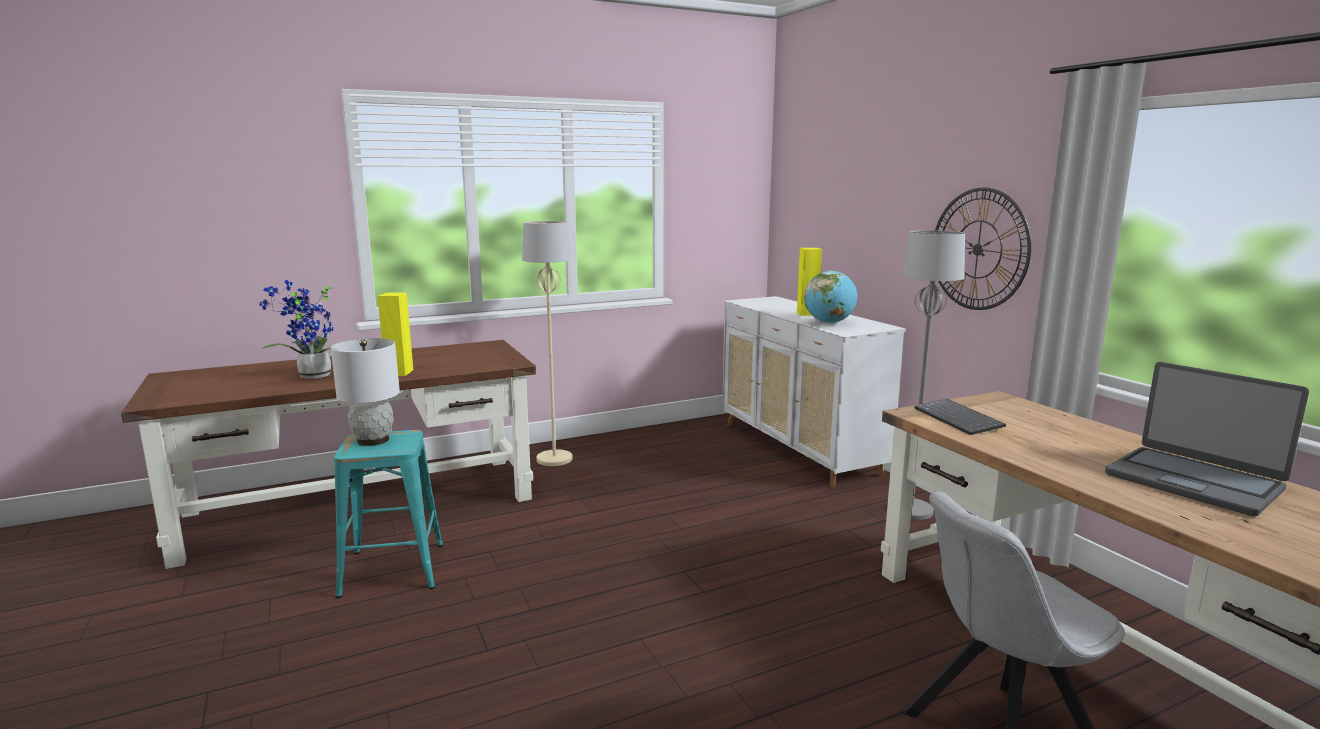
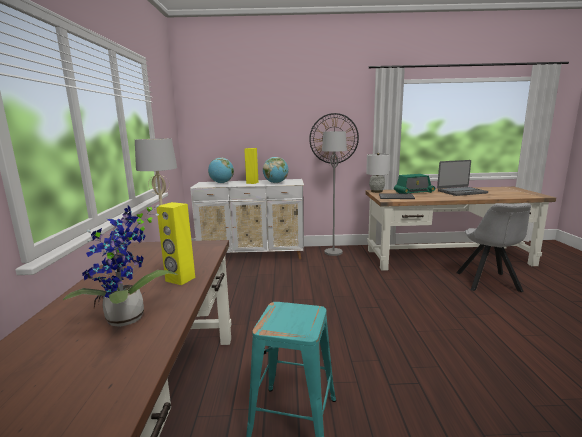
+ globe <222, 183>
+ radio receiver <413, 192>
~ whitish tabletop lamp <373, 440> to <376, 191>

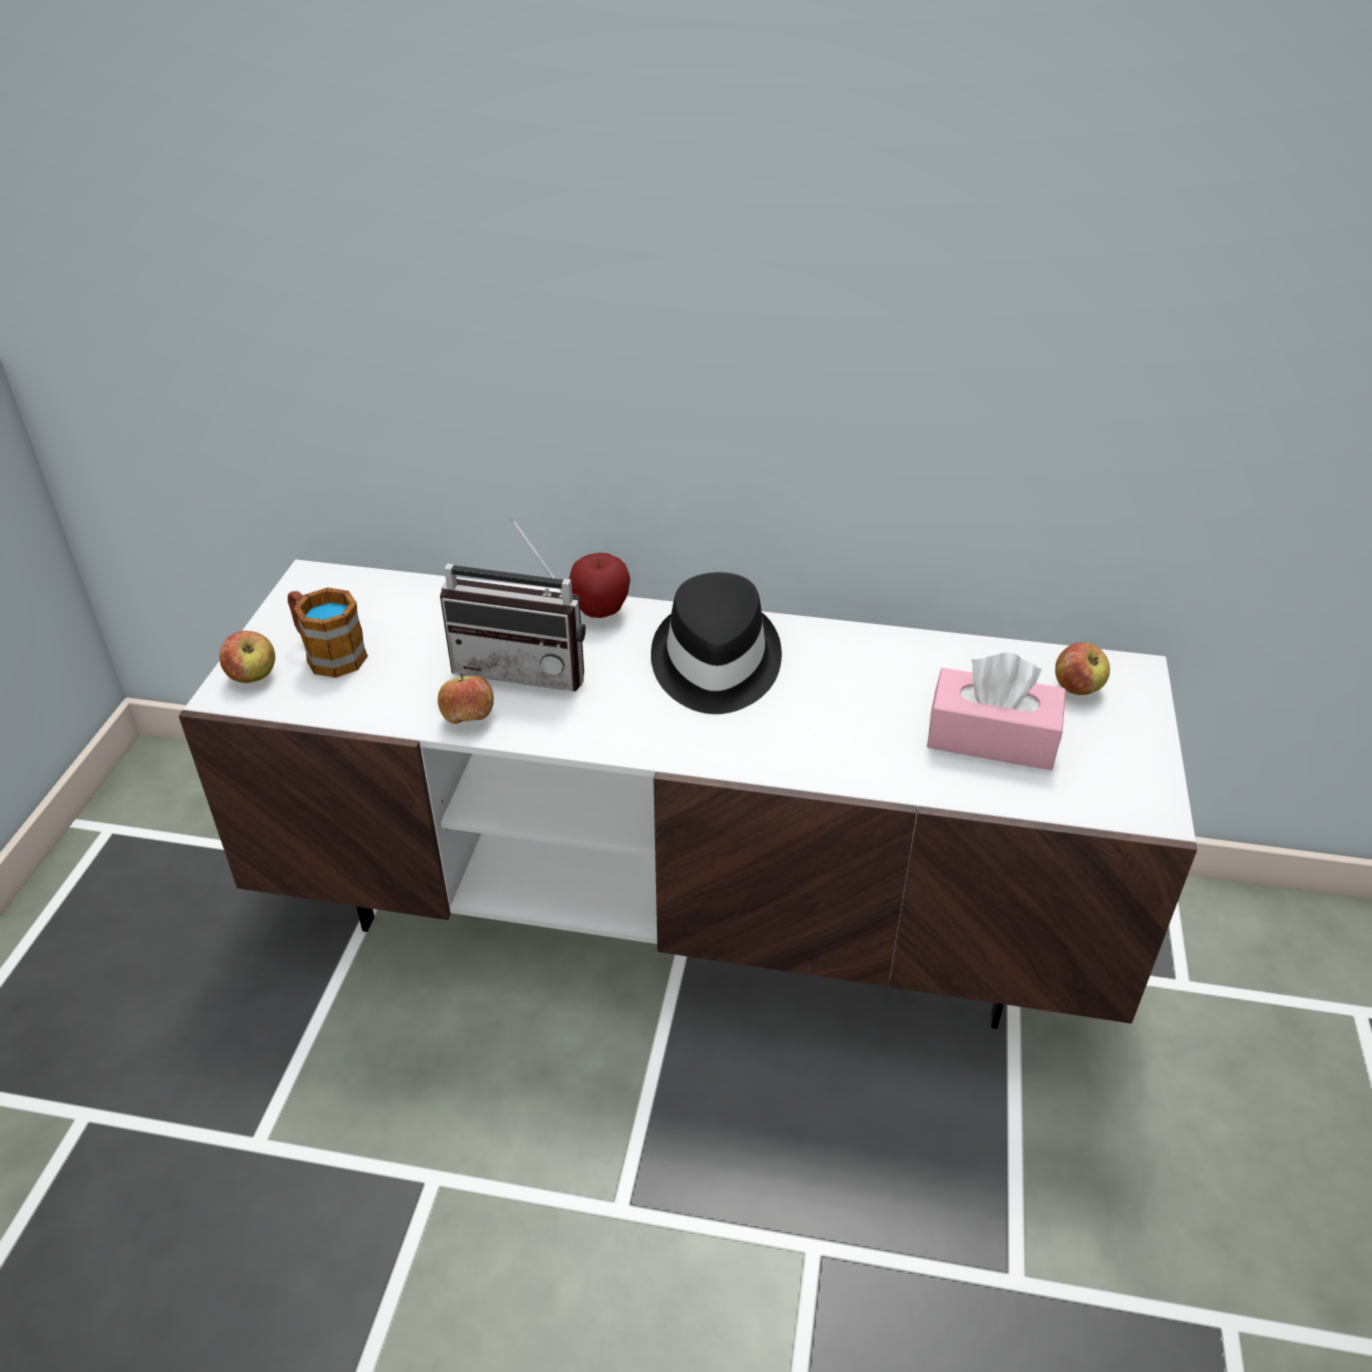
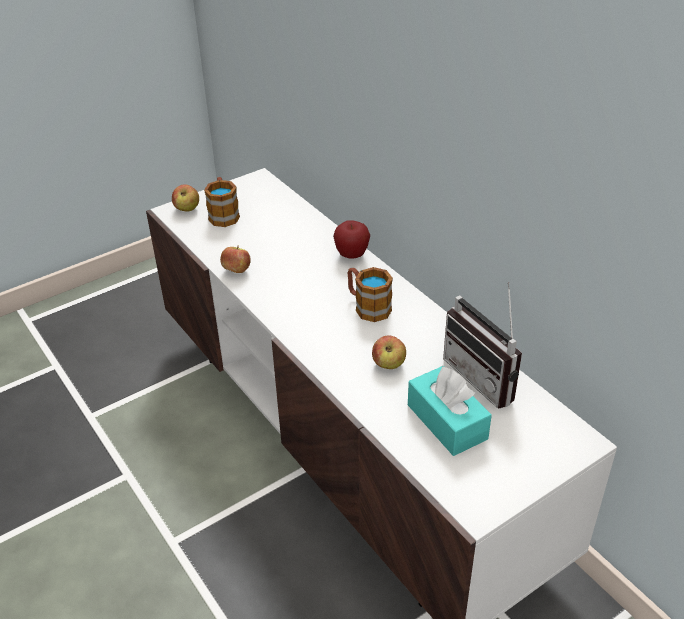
~ radio receiver <525, 666> to <486, 377>
~ apple fruit <1077, 688> to <388, 364>
~ black-coloured hat <714, 663> to tea mug <367, 306>
~ pinkish box of tissues <991, 738> to turquoise-coloured box of tissues <447, 421>

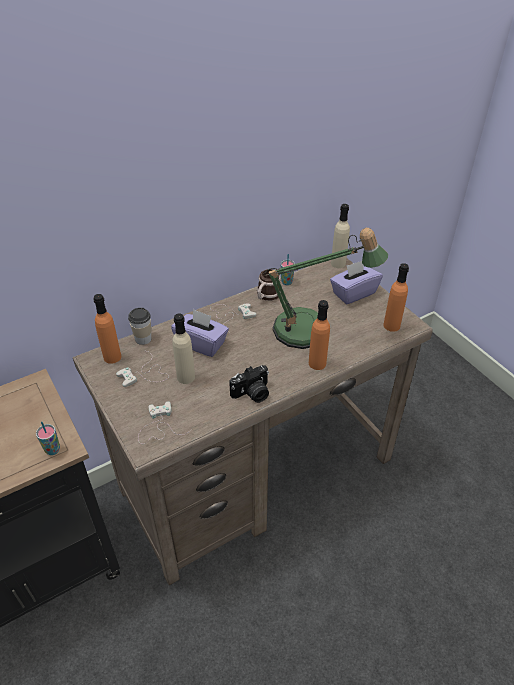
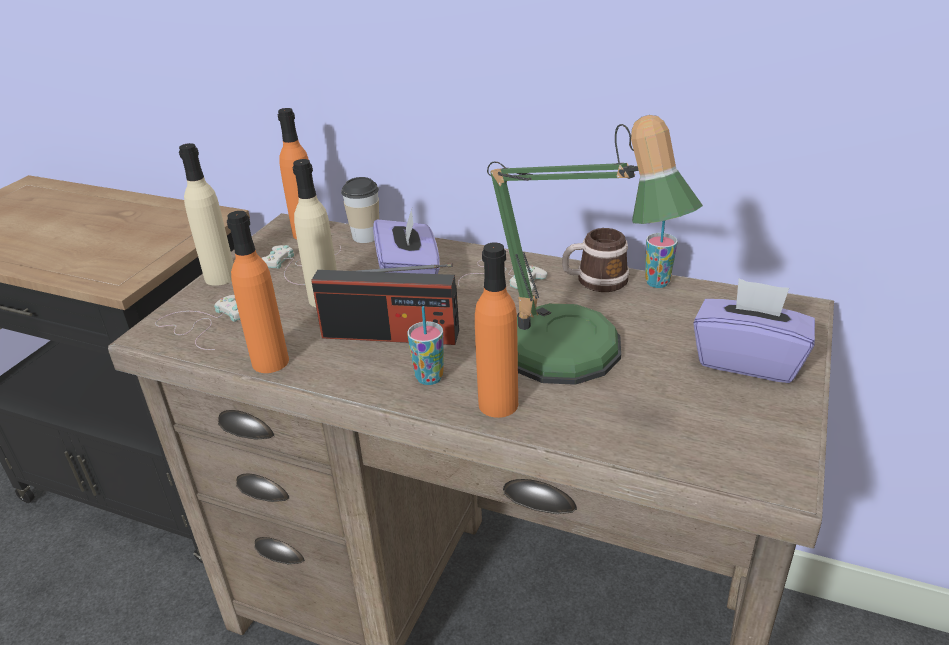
- still camera <252, 394>
+ radio receiver <391, 334>
~ drinking cup <52, 450> to <429, 378>
~ sand-coloured beverage bottle <338, 263> to <220, 277>
~ orangey beverage bottle <391, 325> to <270, 362>

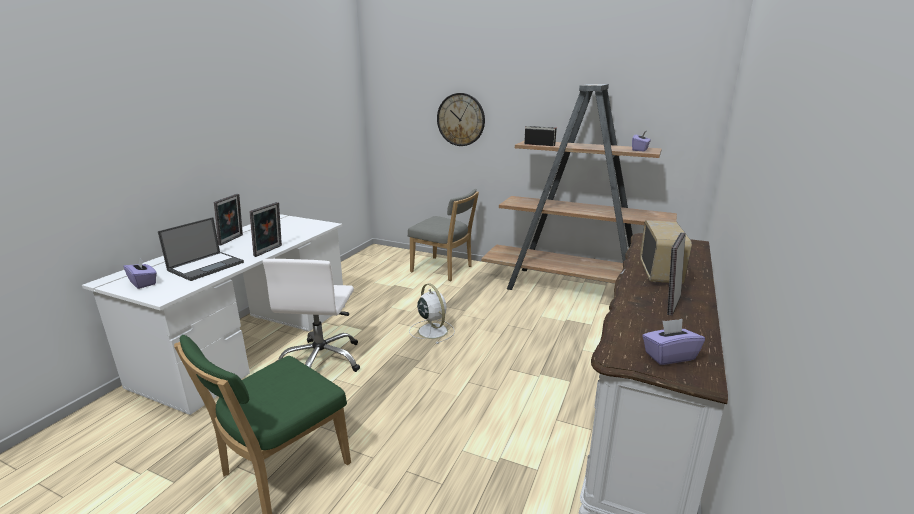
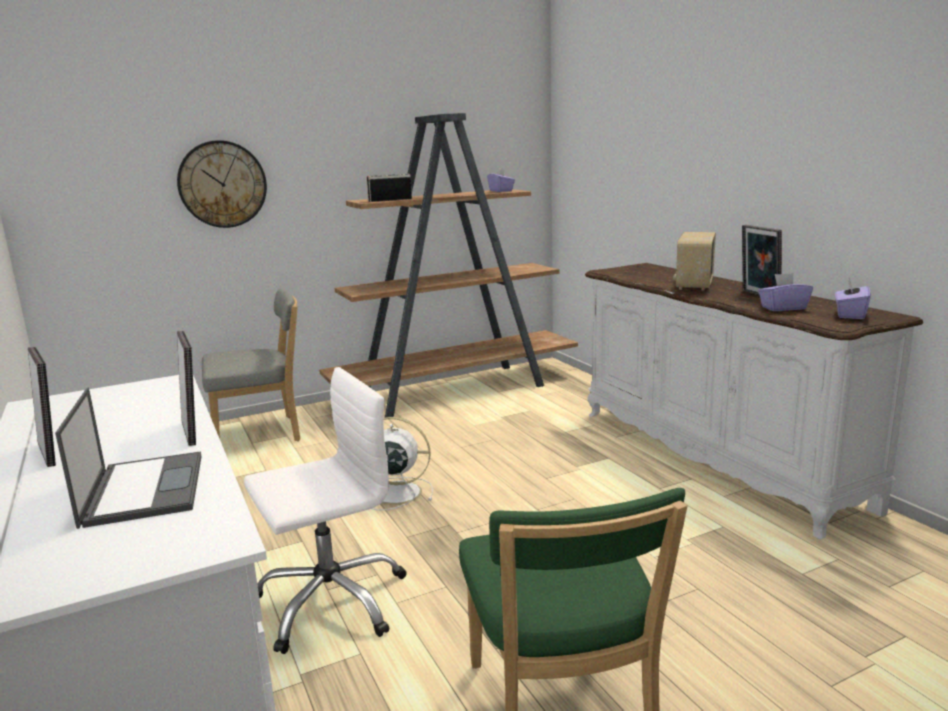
~ purple-coloured box of tissues <143, 283> to <783, 308>
~ whitish desk chair <322, 361> = <330, 601> 75 degrees counterclockwise
~ radio receiver <660, 273> = <693, 285> 120 degrees counterclockwise

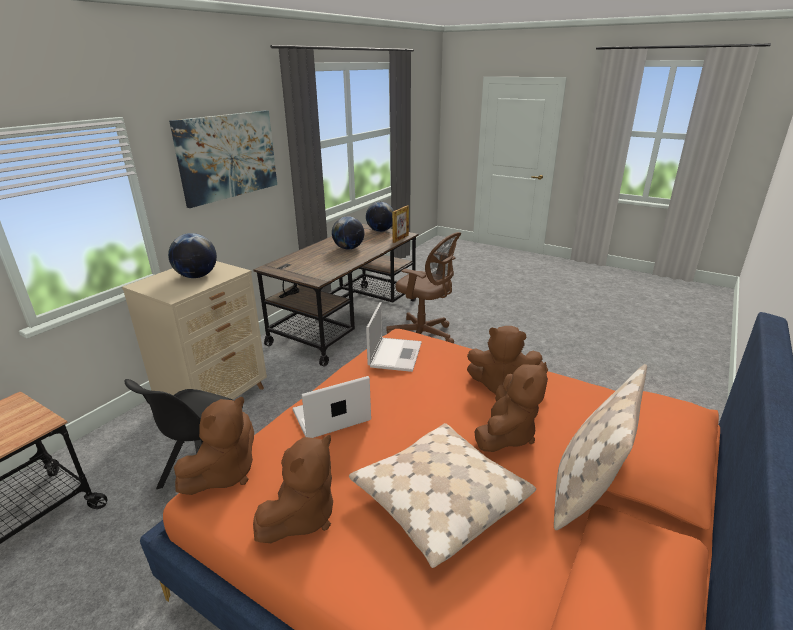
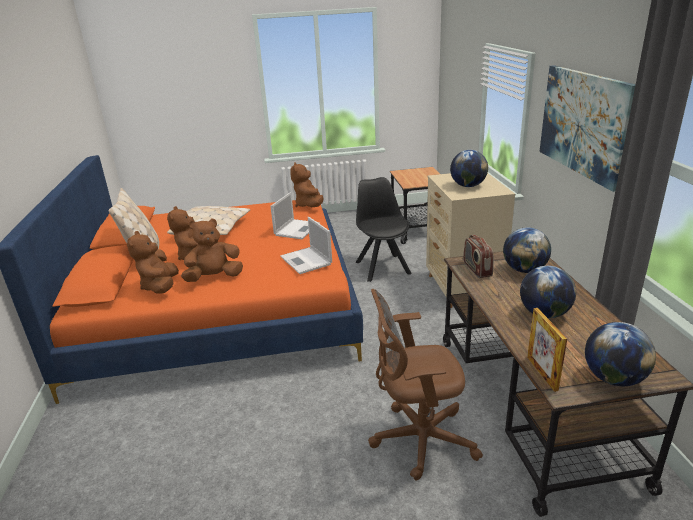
+ radio receiver <476, 269>
+ globe <524, 270>
~ brown cuddly toy <302, 516> to <160, 287>

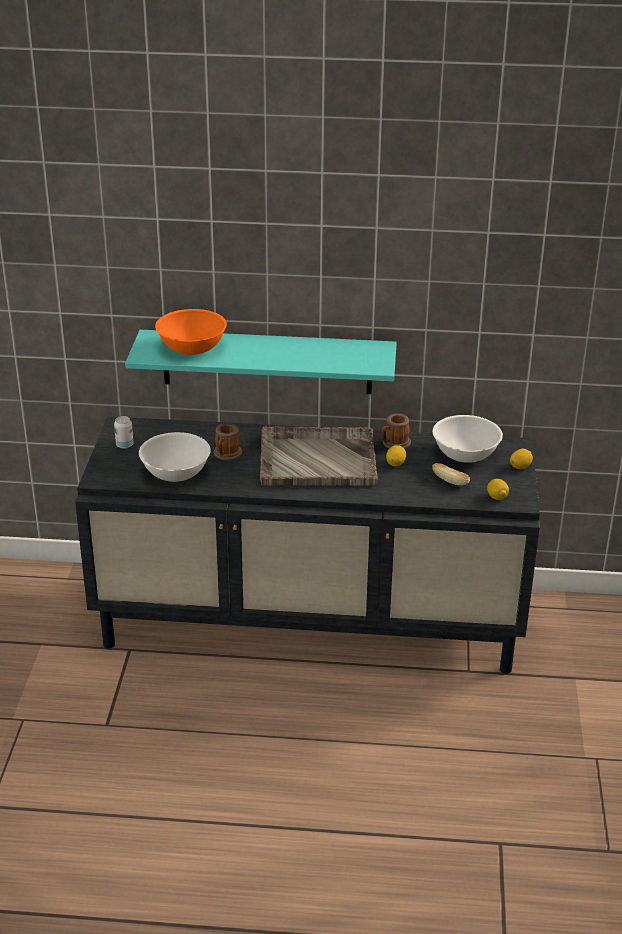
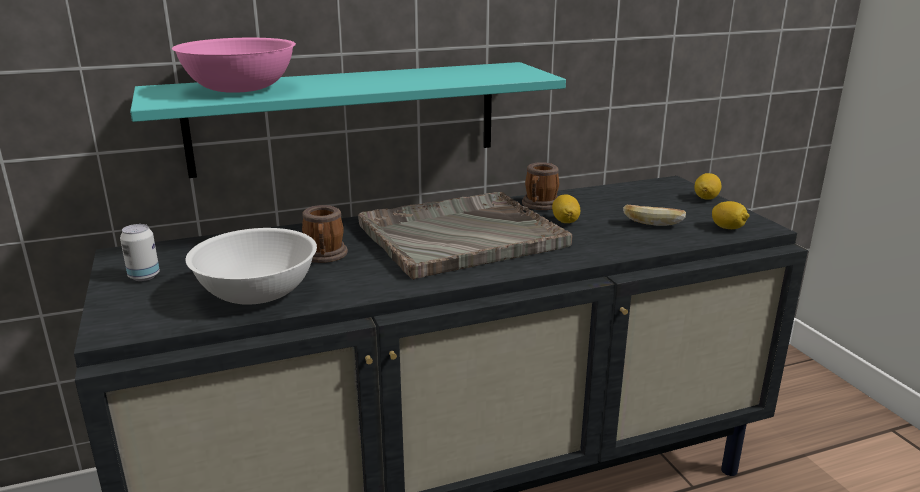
- whitish serving bowl <465, 454>
~ orangey serving bowl <192, 347> to pinkish serving bowl <239, 89>

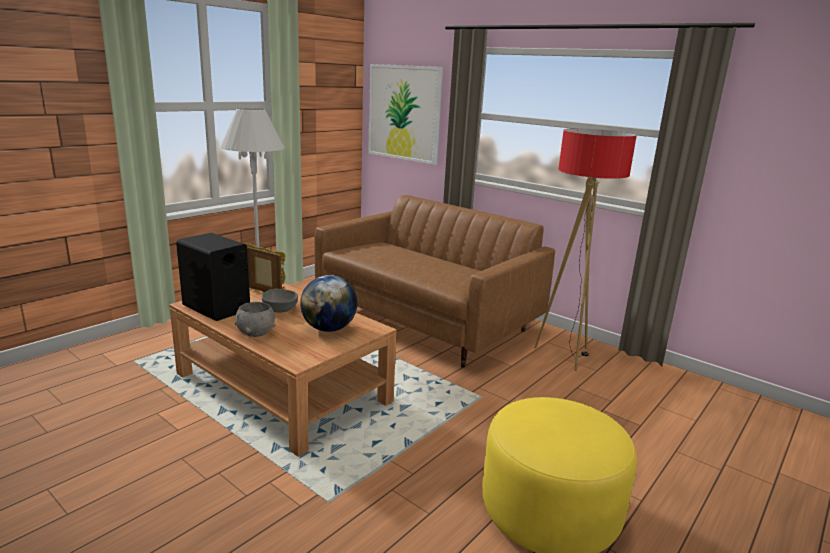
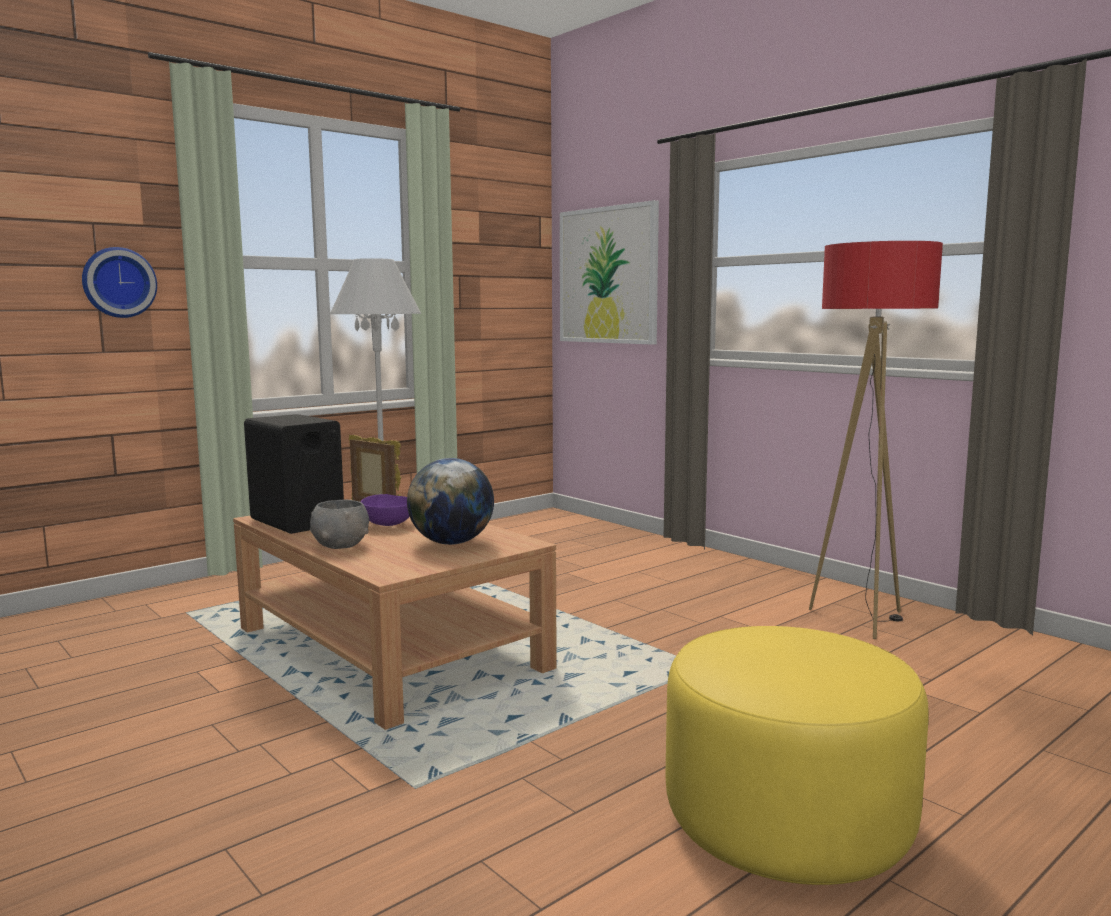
- brown couch <425, 322>
+ hanging clock <118, 282>
~ grey serving bowl <280, 310> to purple-coloured serving bowl <388, 524>

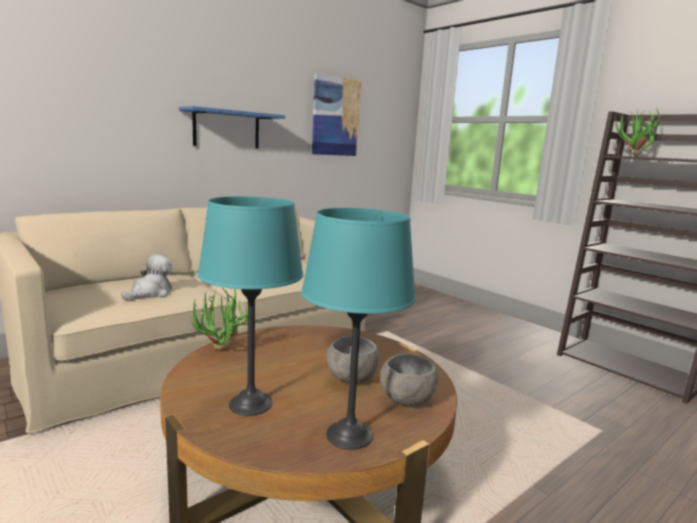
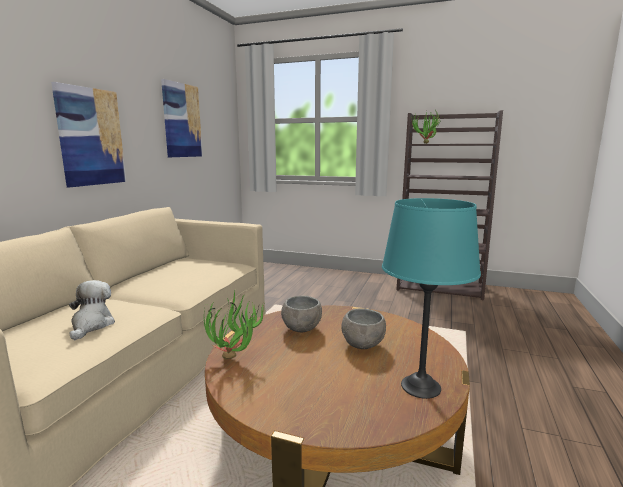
- turquoise-coloured tabletop lamp <251, 404>
~ grey serving bowl <408, 400> to <302, 329>
~ blue-coloured bracket shelf <226, 129> to picture <91, 137>

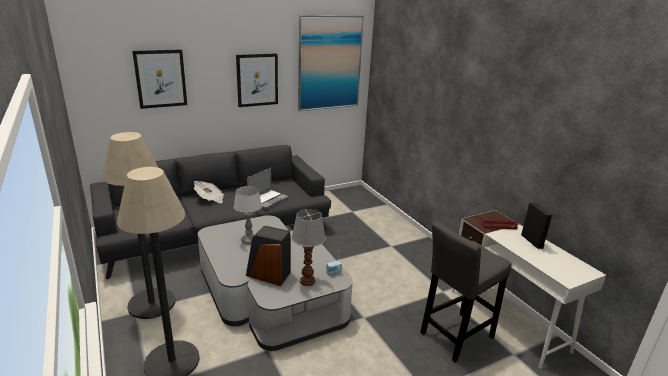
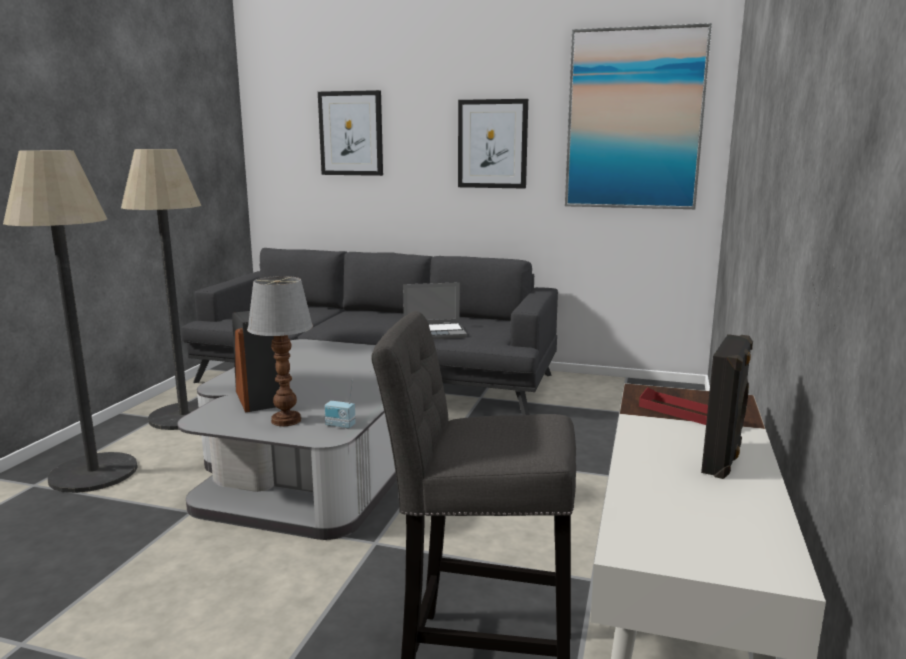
- newspaper <210, 199>
- tabletop lamp <249, 240>

